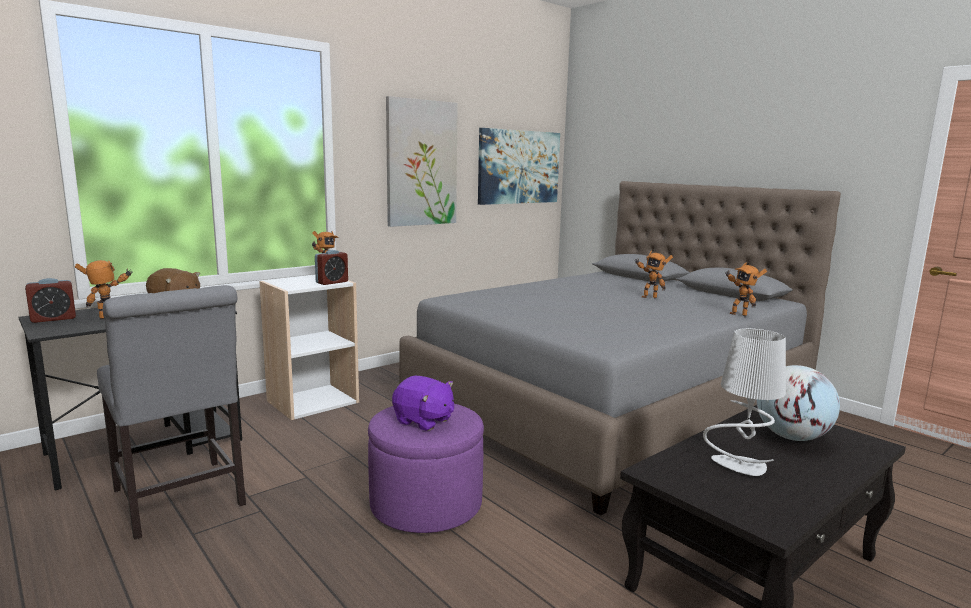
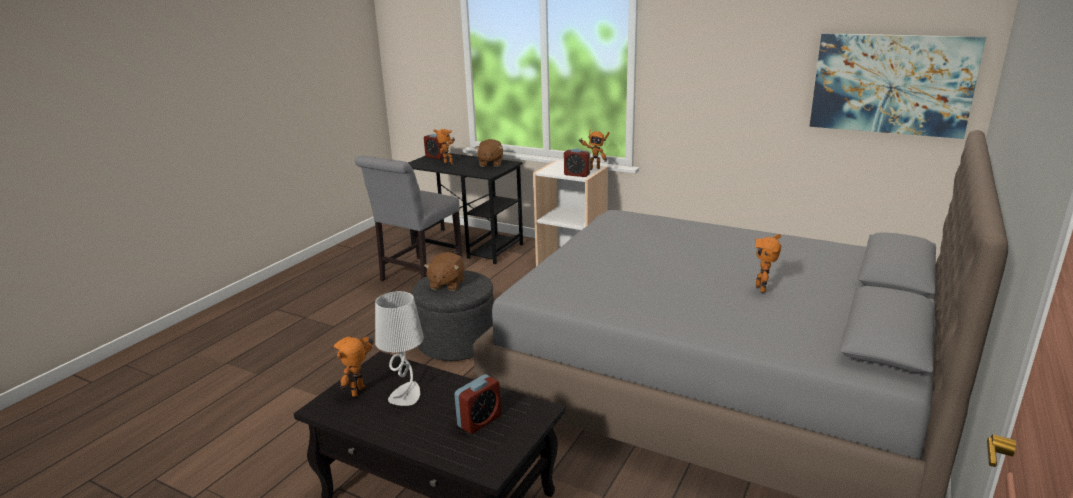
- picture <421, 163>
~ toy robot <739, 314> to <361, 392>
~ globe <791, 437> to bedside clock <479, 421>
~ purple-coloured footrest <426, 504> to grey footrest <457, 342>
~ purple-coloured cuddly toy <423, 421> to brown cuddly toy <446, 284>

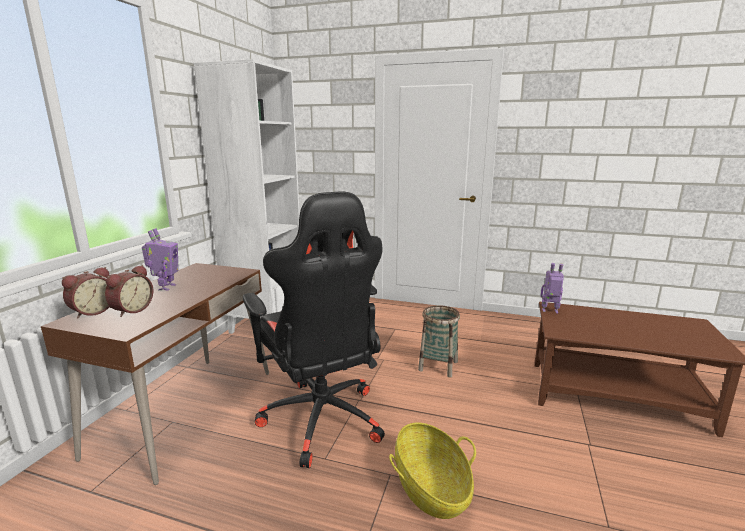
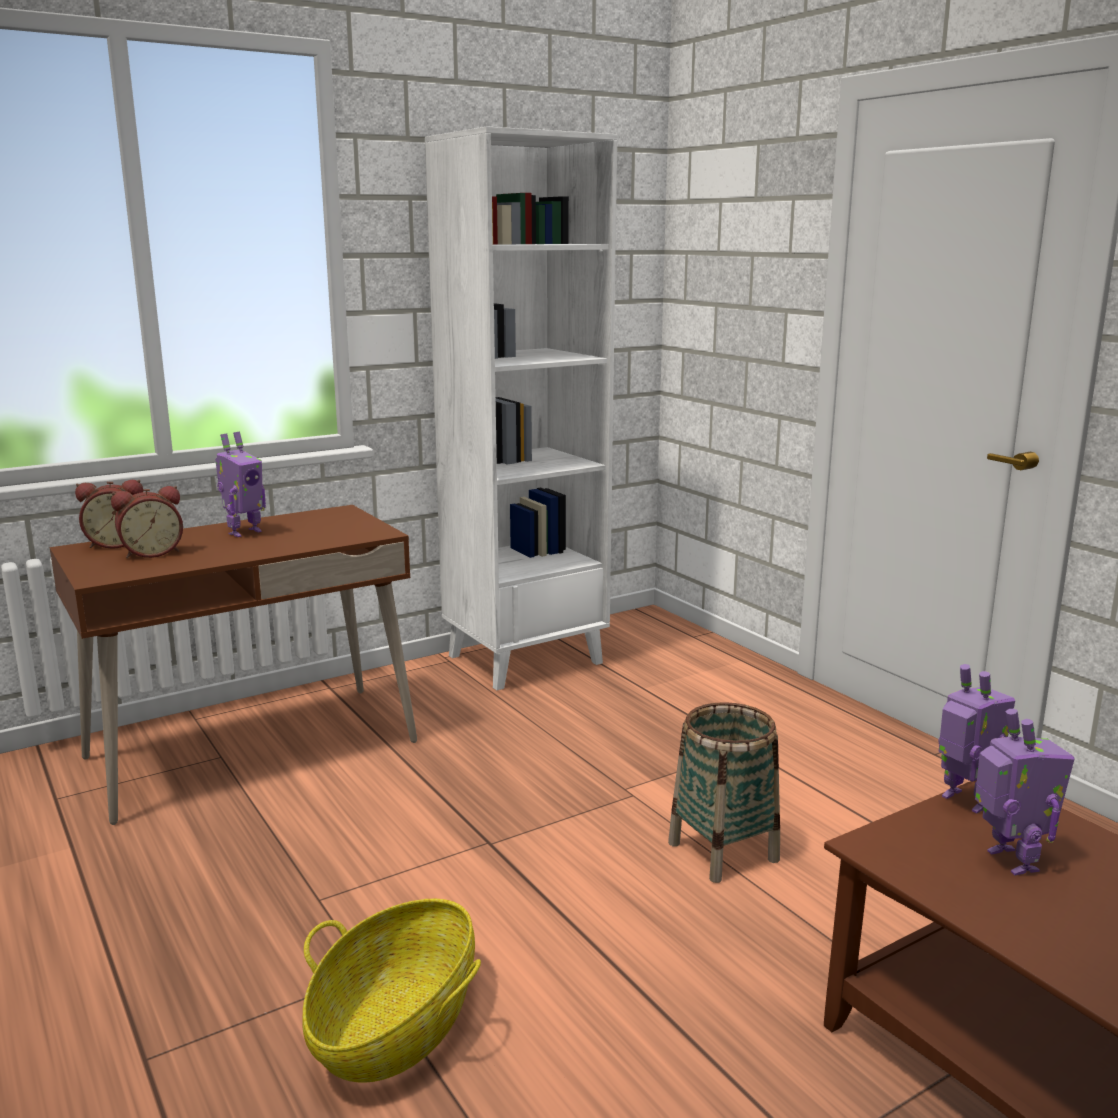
- black-coloured desk chair <318, 413>
+ toy robot <1010, 861>

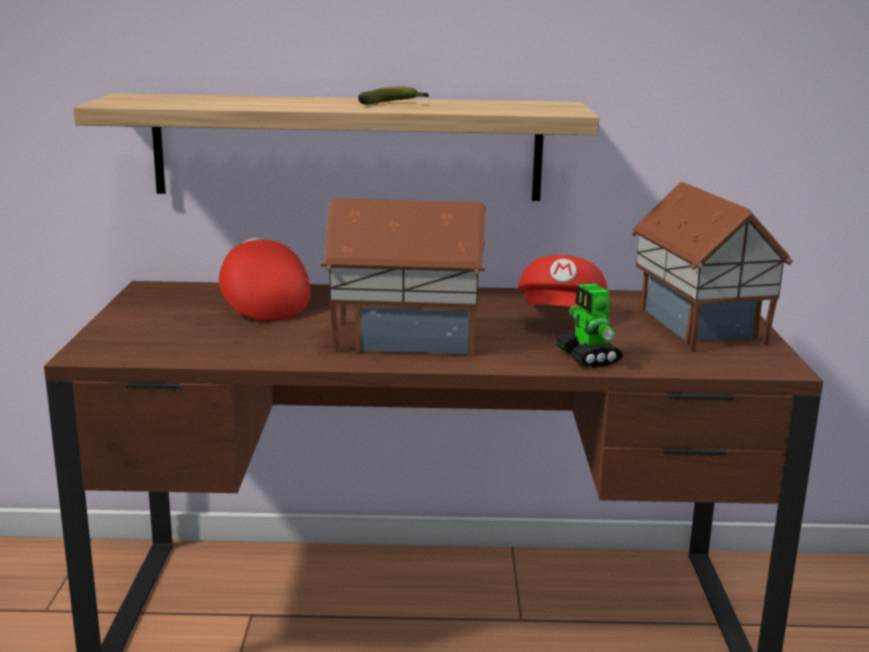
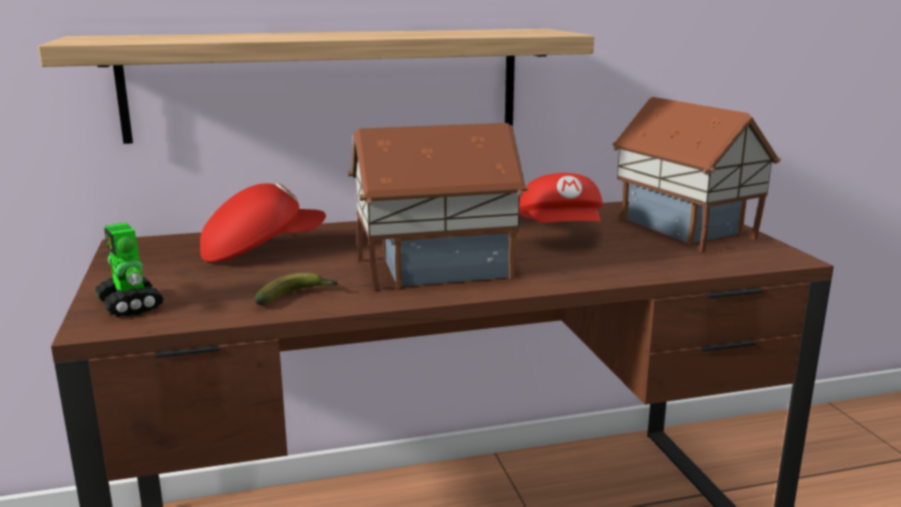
~ banana fruit <394, 104> to <297, 297>
~ toy robot <588, 358> to <130, 305>
~ reddish baseball cap <261, 305> = <261, 250> 105 degrees clockwise

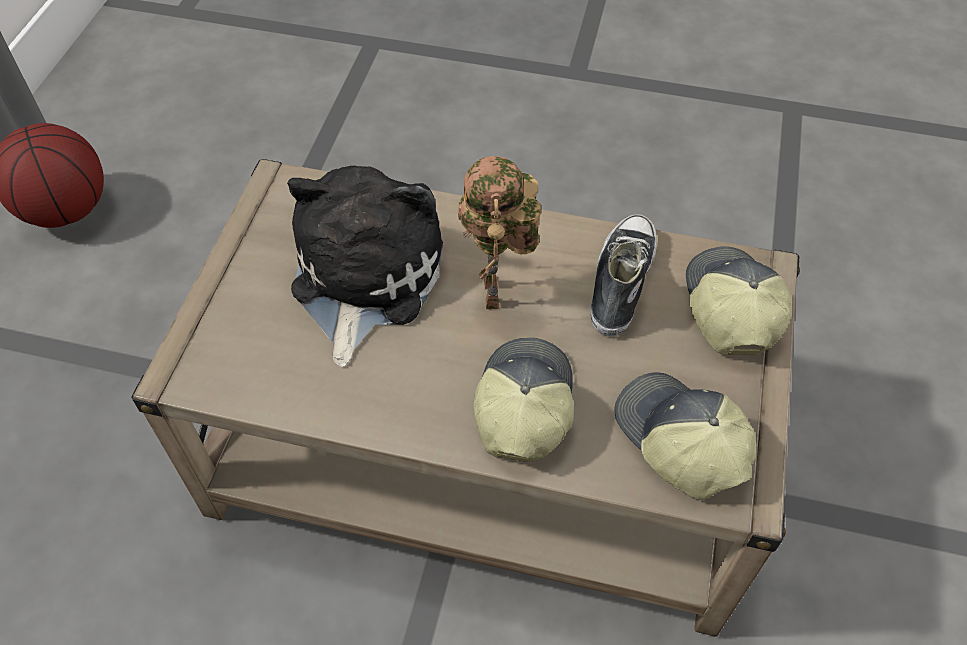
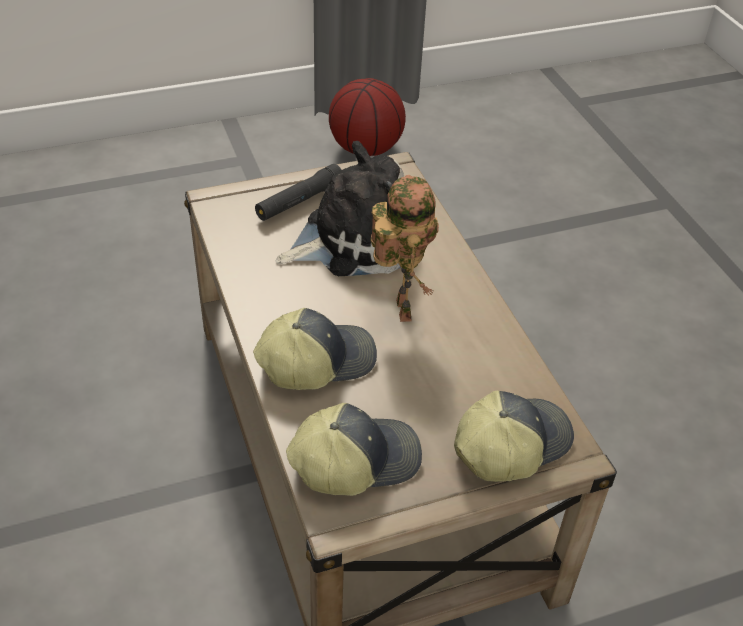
- item of footwear <620, 281>
+ black-coloured flashlight <299, 201>
~ toy robot <496, 296> = <399, 308> 120 degrees clockwise
~ baseball cap <678, 441> = <355, 460> 45 degrees clockwise

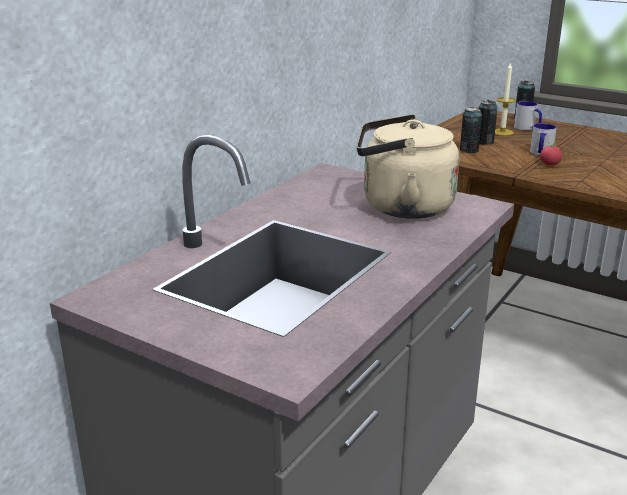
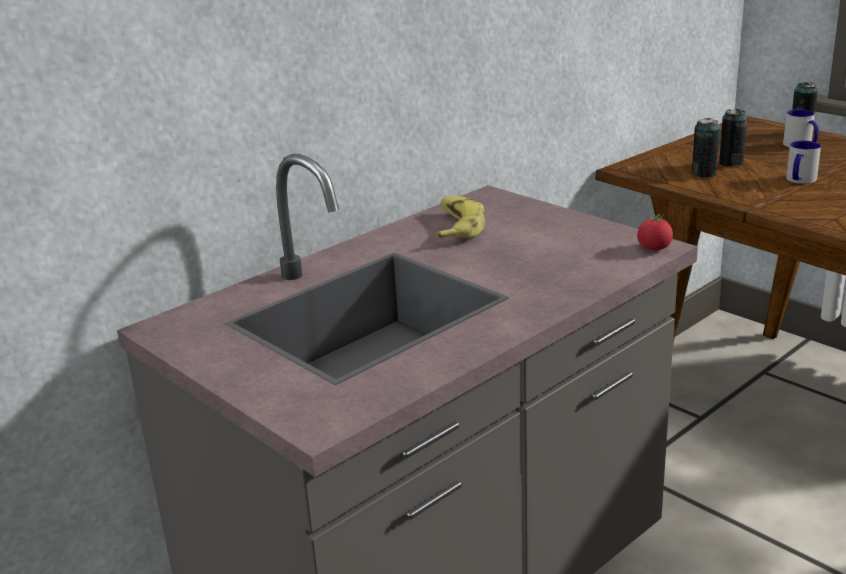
- sand-coloured tea kettle <401, 207>
- wax candle <502, 132>
+ banana fruit <456, 227>
~ fresh tomato <549, 164> to <654, 248>

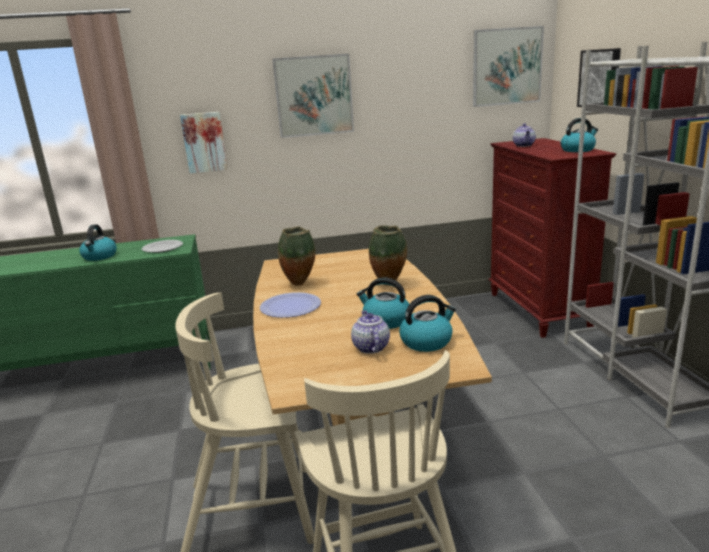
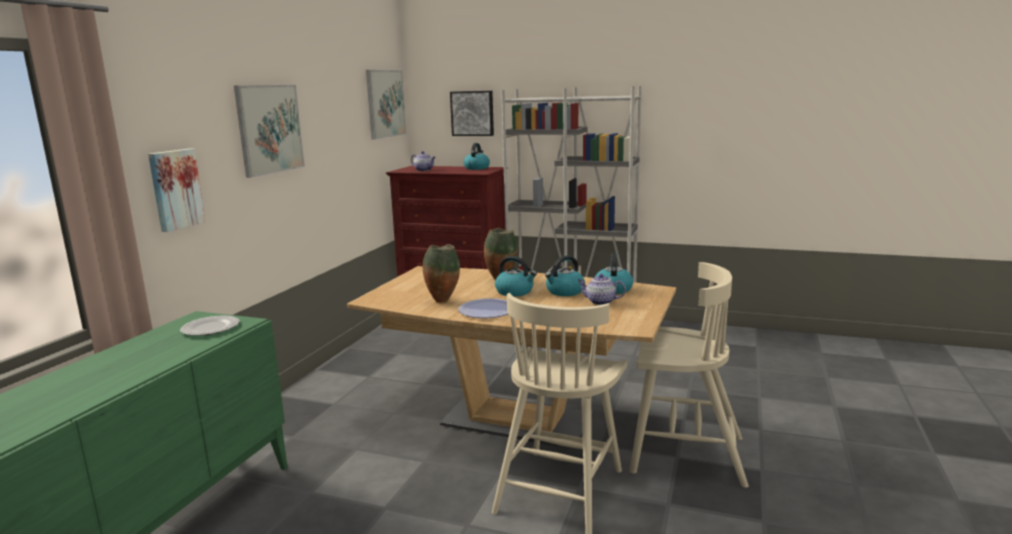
~ tea kettle <99, 256> to <515, 292>

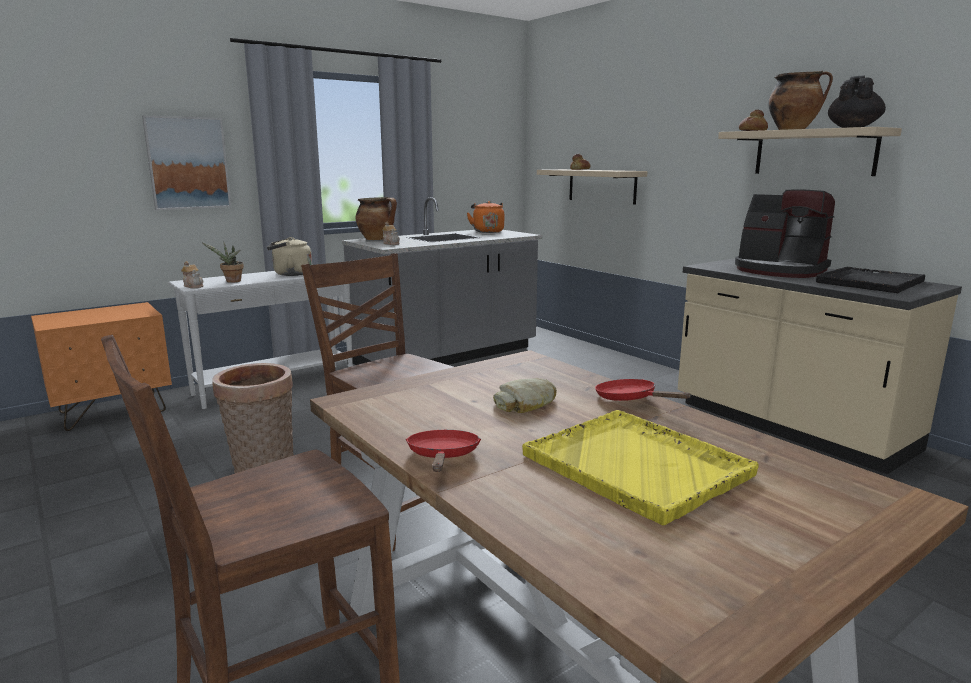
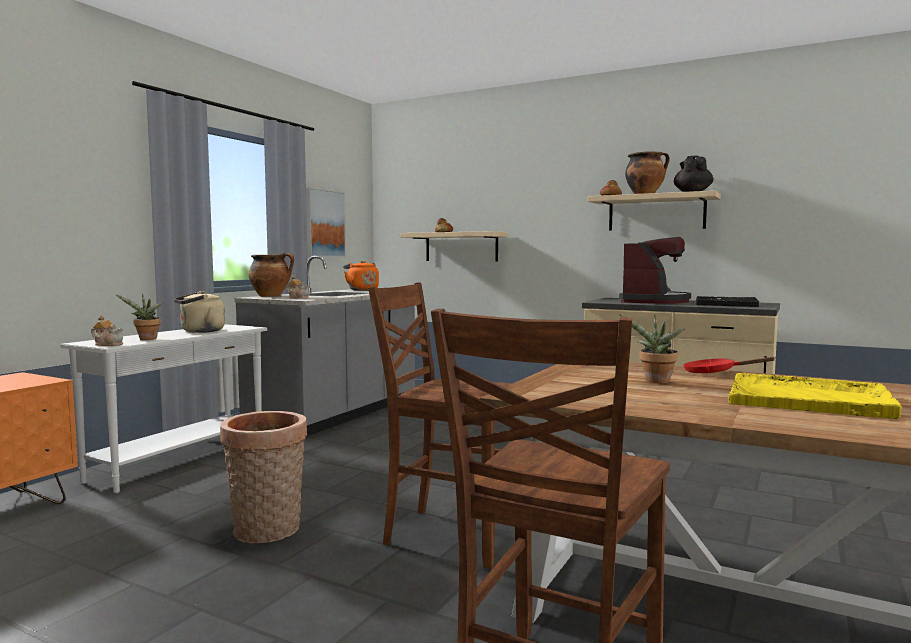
- reddish skillet <443, 457>
~ picture <188, 163> to <324, 223>
~ baked bread <527, 403> to potted plant <655, 381>
~ coffee machine <780, 270> = <654, 301> 75 degrees counterclockwise

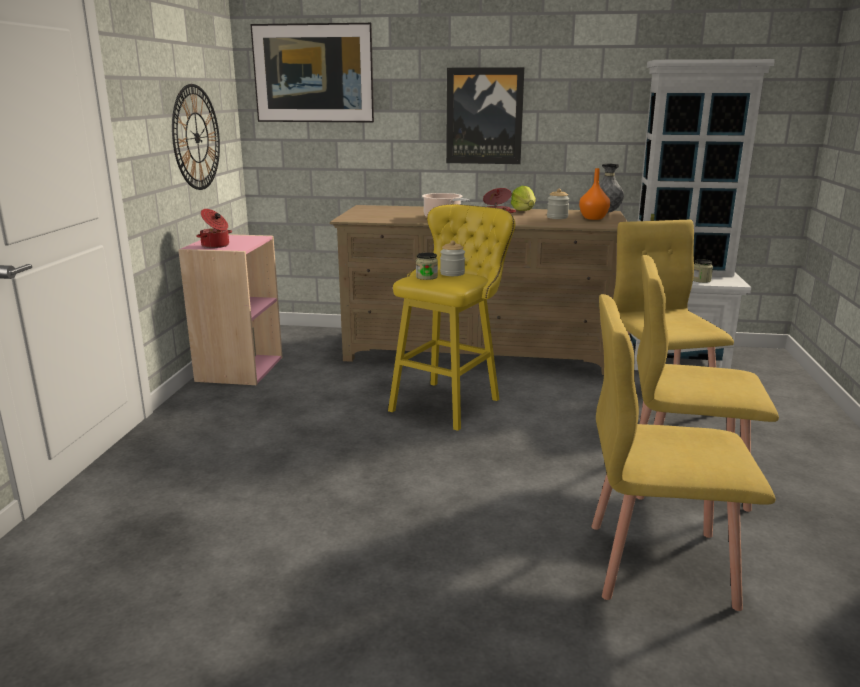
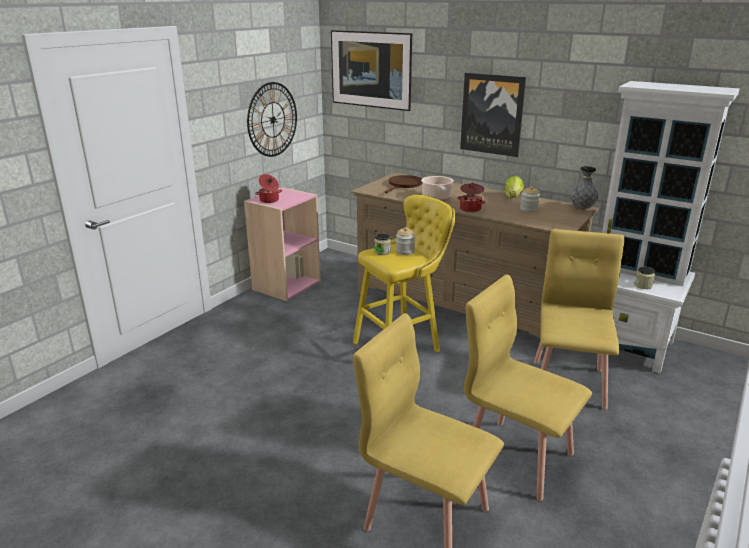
- orangey vase <593, 218>
+ brown skillet <404, 185>

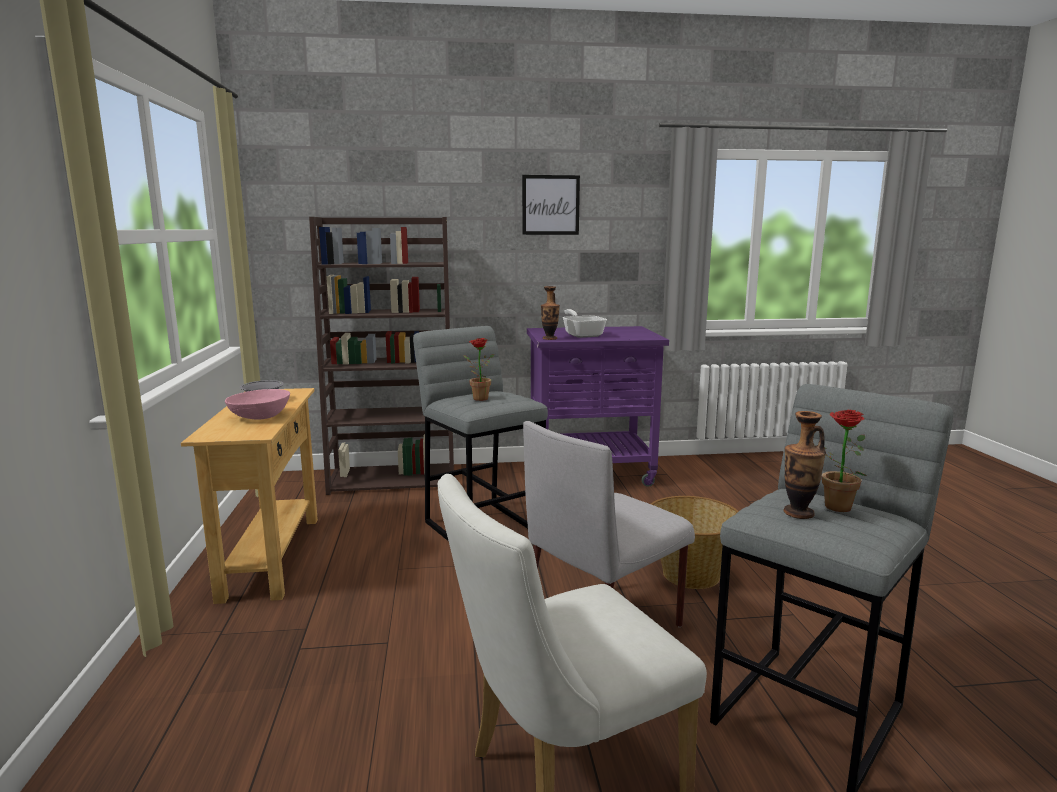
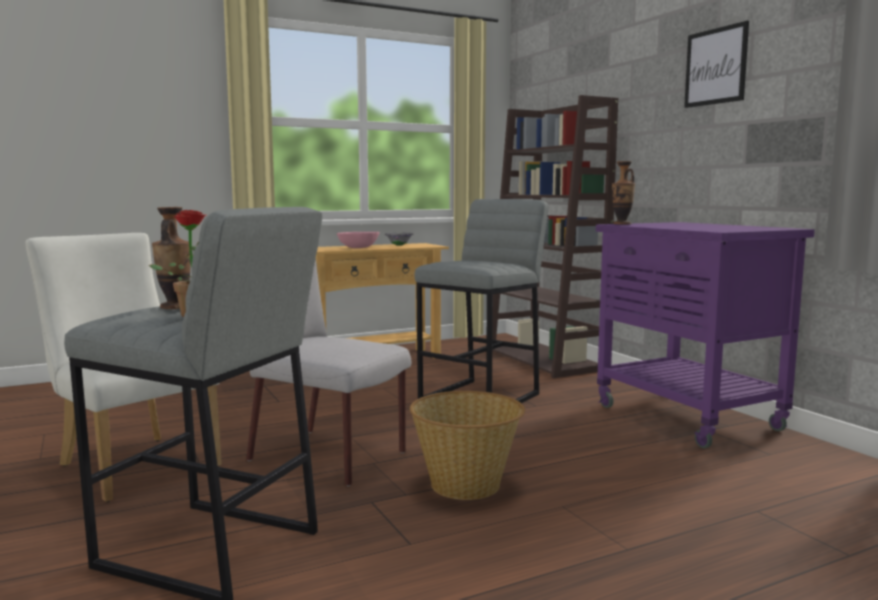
- potted plant <477, 398>
- skillet <582, 335>

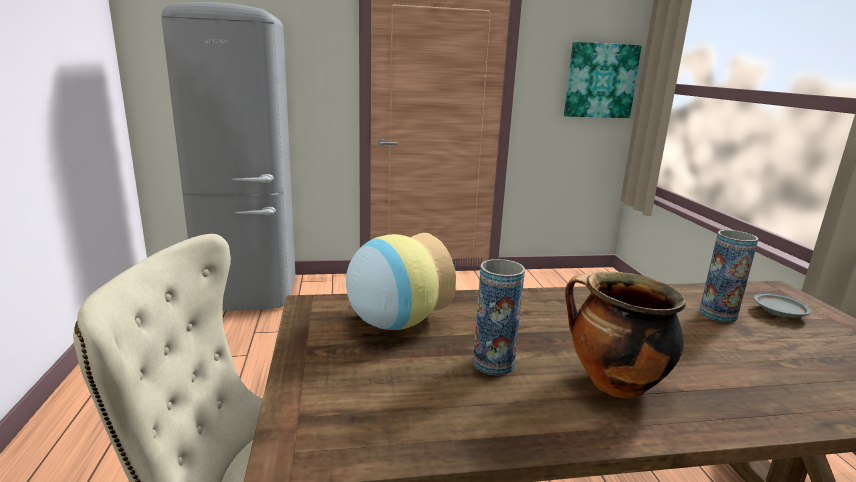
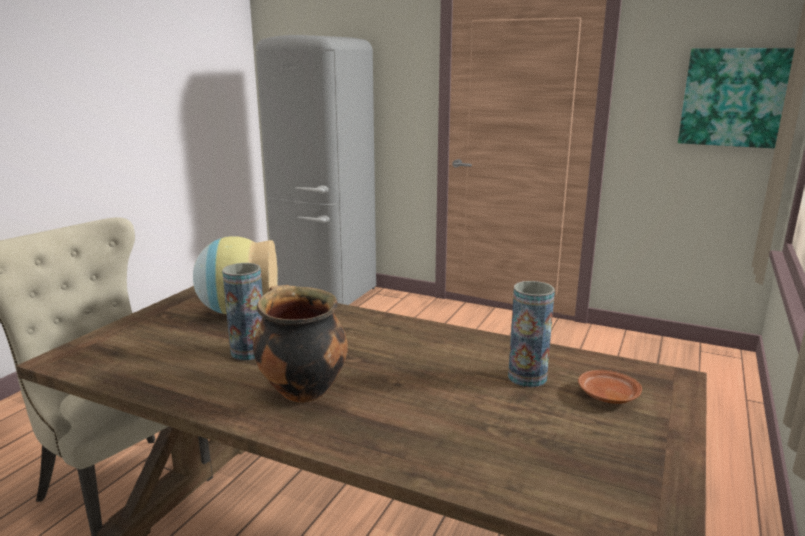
~ grey dinner plate <778, 313> to brown dinner plate <607, 396>

